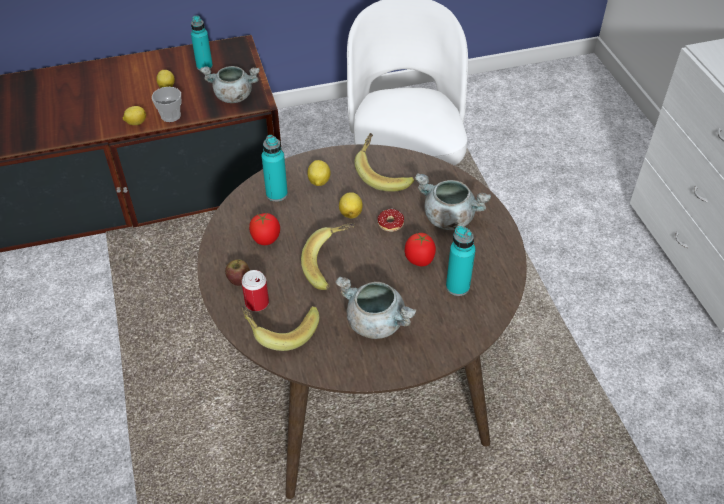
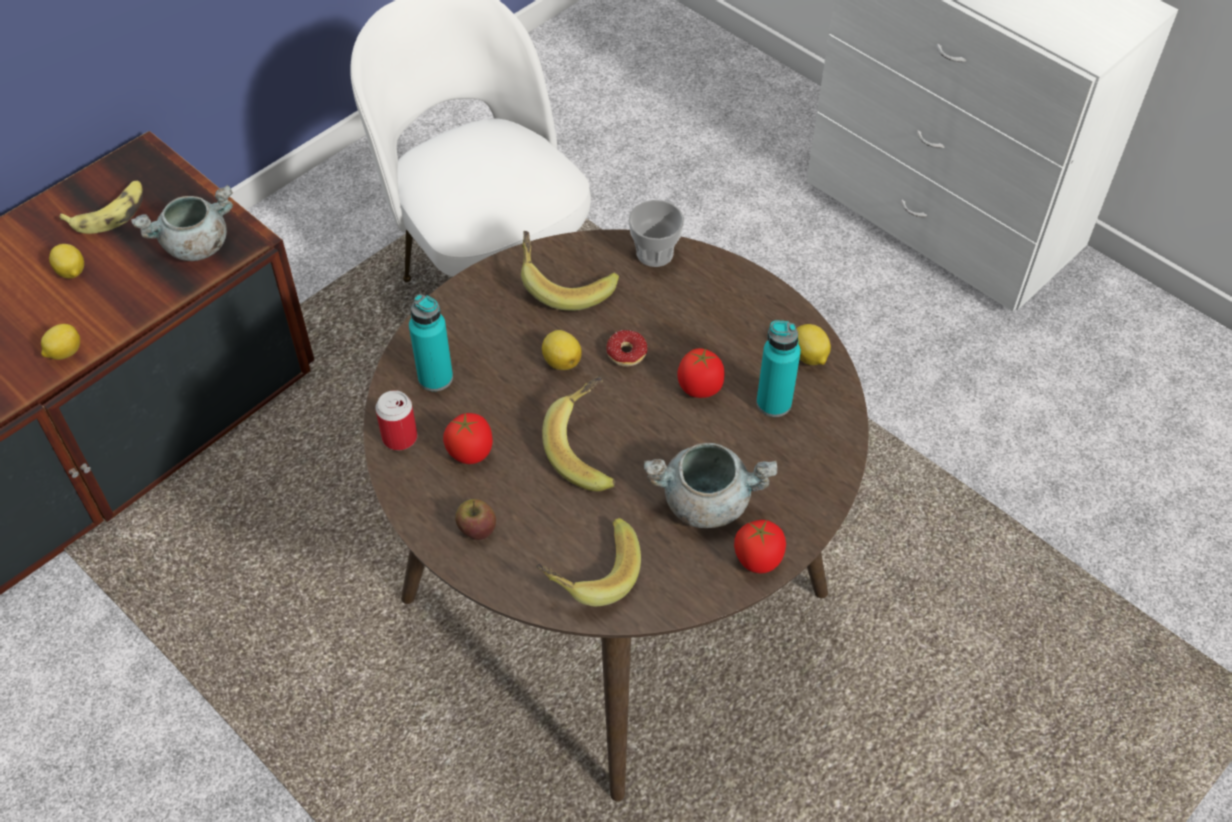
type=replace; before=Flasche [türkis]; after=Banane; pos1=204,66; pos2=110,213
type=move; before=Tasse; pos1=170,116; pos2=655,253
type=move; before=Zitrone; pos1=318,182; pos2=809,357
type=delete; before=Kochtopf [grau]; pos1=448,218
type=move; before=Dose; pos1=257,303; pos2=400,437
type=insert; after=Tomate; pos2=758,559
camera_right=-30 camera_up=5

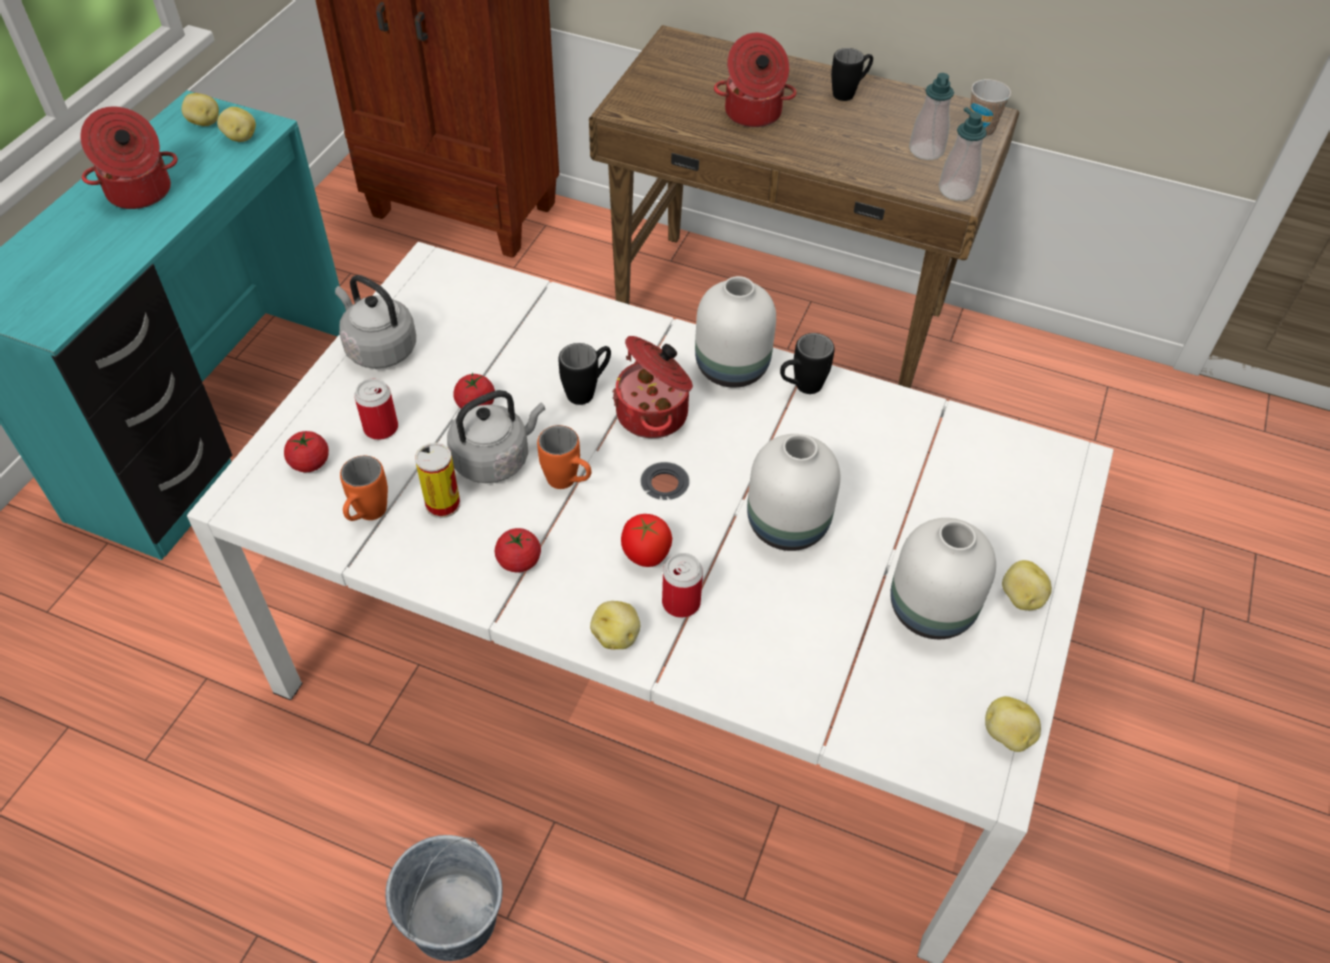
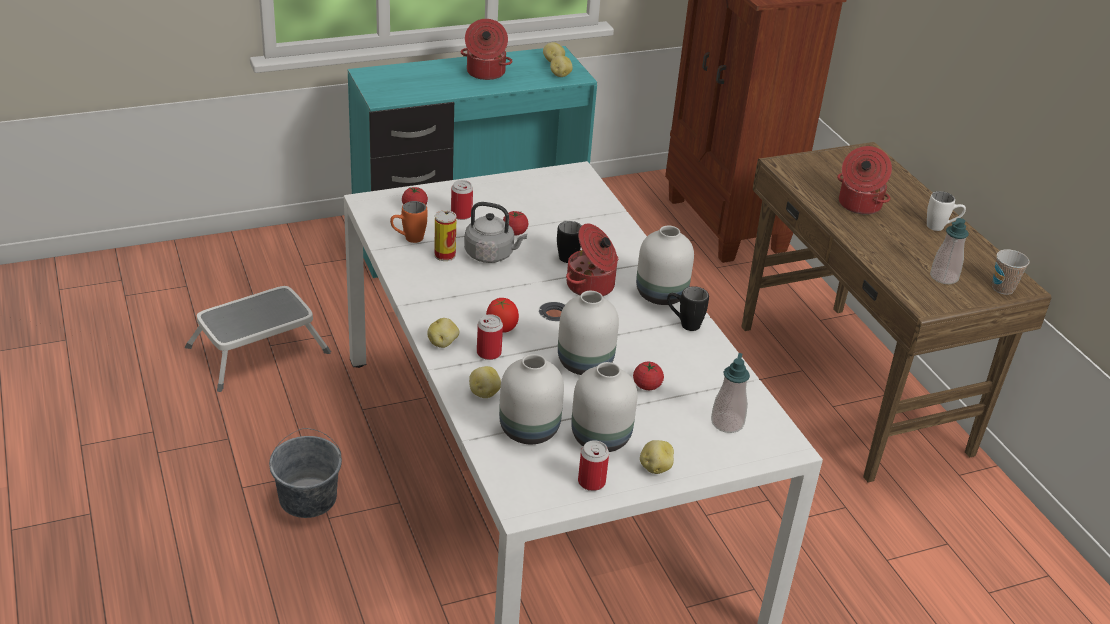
type=recolor; before=Henkelbecher [schwarz]; after=Henkelbecher [weiß]; pos1=849,93; pos2=941,227
type=move; before=Seifenspender; pos1=956,190; pos2=727,423
type=delete; before=Wasserkessel [grau]; pos1=378,348
type=delete; before=Henkelbecher [orange]; pos1=568,483
type=move; before=Tomate; pos1=519,561; pos2=647,386
type=move; before=Kartoffel; pos1=1007,735; pos2=483,393
type=insert; after=Trittleiter [grau]; pos2=257,349
type=insert; after=Vase [weiß]; pos2=531,430
type=insert; after=Dose; pos2=591,482
camera_right=45 camera_up=-15

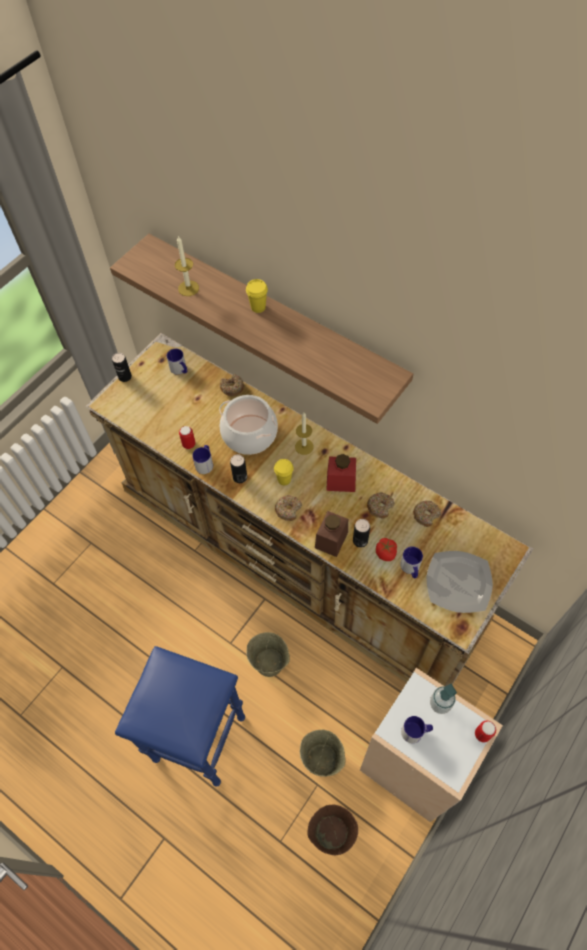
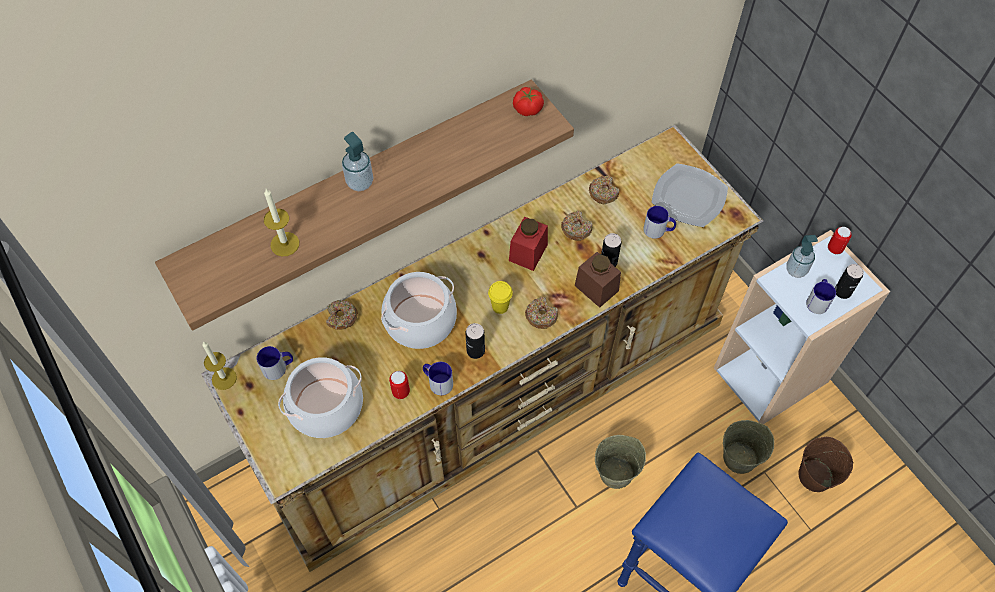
type=replace; before=Tasse [gelb]; after=Seifenspender; pos1=258,307; pos2=360,182
type=move; before=Dose; pos1=125,377; pos2=842,291
type=move; before=Kerze; pos1=304,446; pos2=224,378
type=move; before=Tomate; pos1=385,553; pos2=527,109
type=insert; after=Kochtopf; pos2=326,406
camera_right=-70 camera_up=0

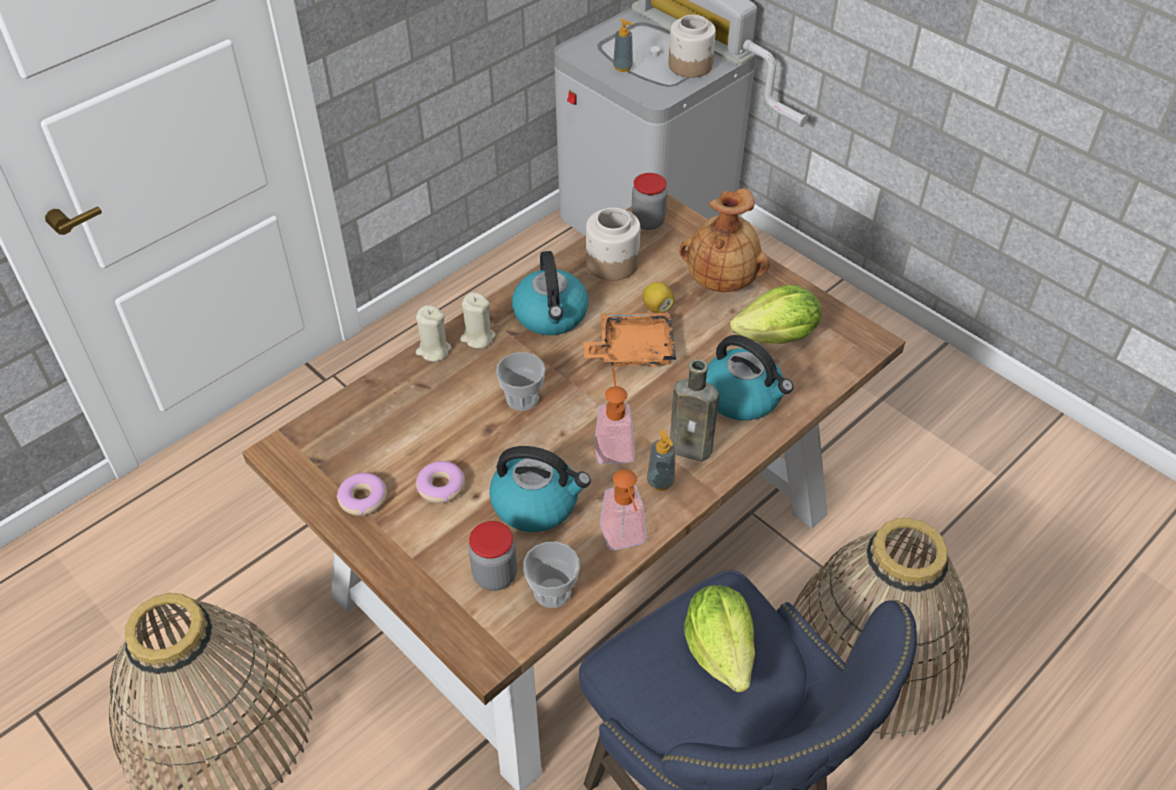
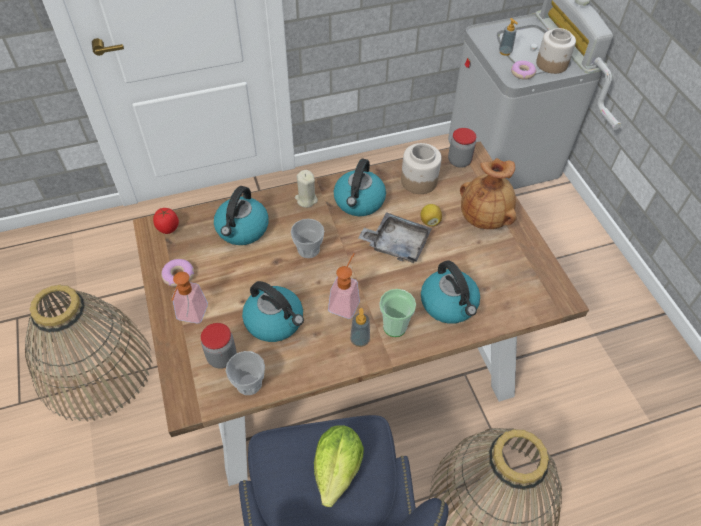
type=delete; before=Salatkopf; pos1=777,337
type=delete; before=Kerze [beige]; pos1=433,350
type=recolor; before=Tablett [orange]; after=Tablett [grau]; pos1=632,350; pos2=396,244
type=replace; before=Flasche [braun]; after=Tasse; pos1=693,449; pos2=394,327
type=move; before=Donut; pos1=441,486; pos2=522,73
type=move; before=Seifenspender; pos1=625,540; pos2=190,317
type=insert; after=Wasserkessel; pos2=242,229
type=insert; after=Tomate; pos2=168,228
camera_right=25 camera_up=5

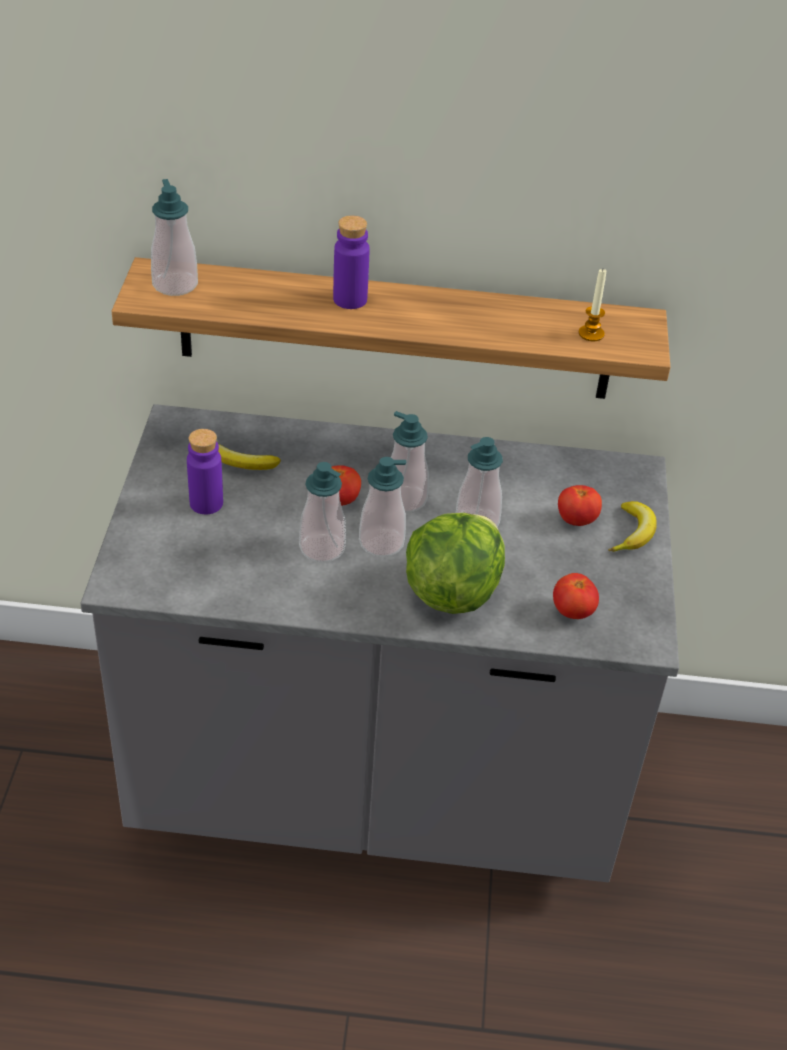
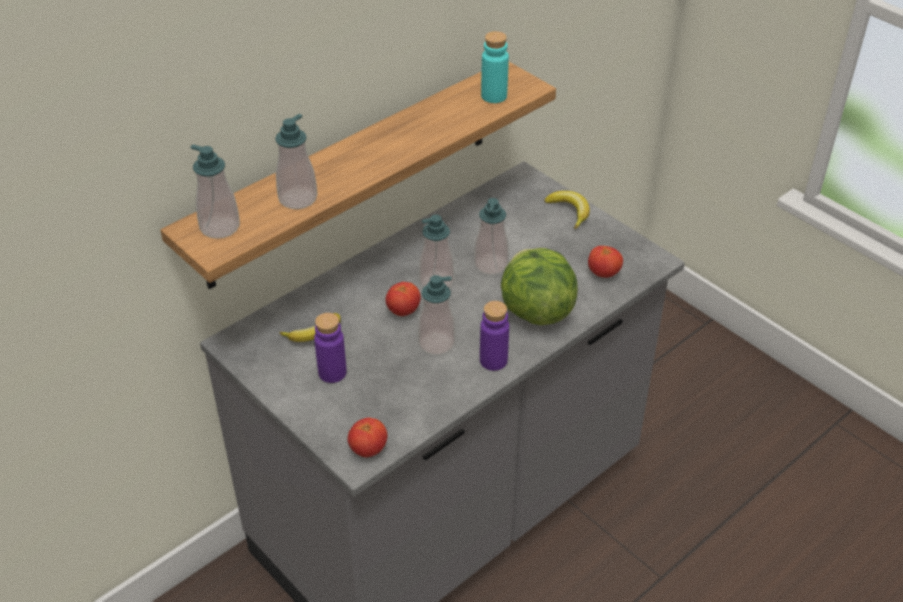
type=move; before=Flasche [lila]; pos1=350,299; pos2=493,360
type=replace; before=Kerze; after=Flasche [türkis]; pos1=591,334; pos2=494,96
type=move; before=Seifenspender; pos1=381,542; pos2=298,198
type=move; before=Tomate; pos1=576,520; pos2=368,449
camera_right=-45 camera_up=0

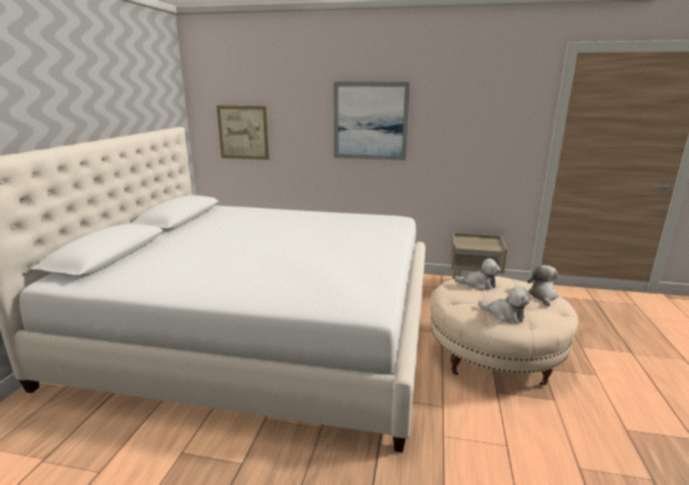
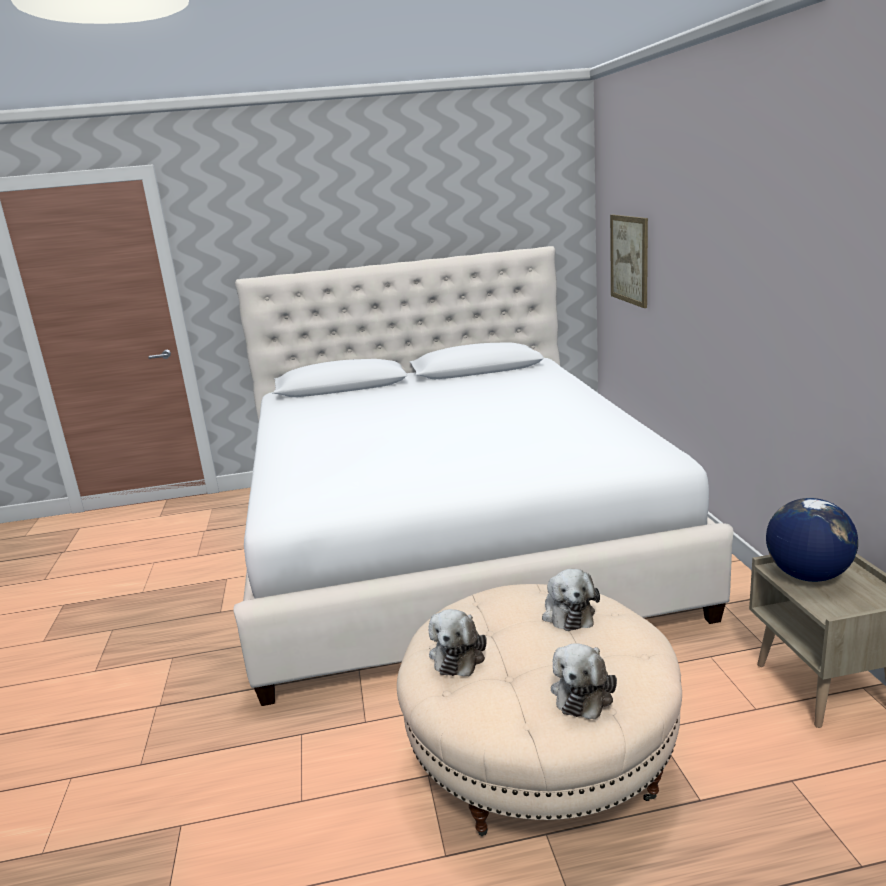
type=delete; before=Bild; pos1=370,121
type=rotate; before=Plüschtier; pos1=543,296; pos2=583,693; turn=120
type=insert; after=Globus; pos2=807,575
camera_right=70 camera_up=0

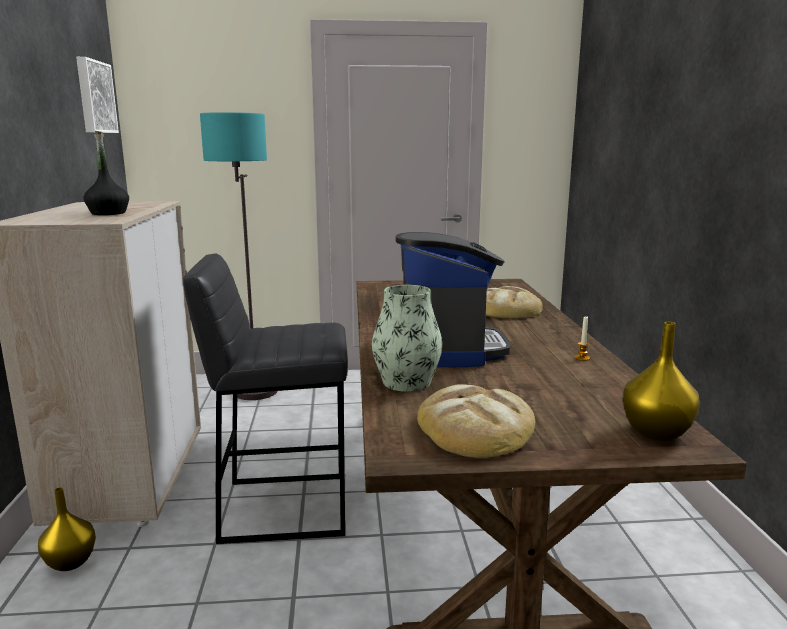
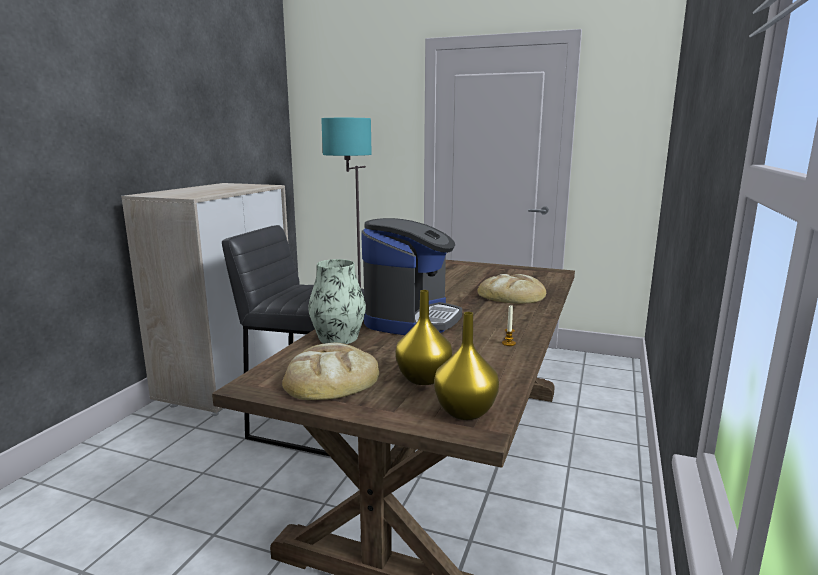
type=delete; before=Bild; pos1=94,97
type=delete; before=Flasche [schwarz]; pos1=108,213
type=move; before=Vase [gelb]; pos1=69,563; pos2=422,379
camera_right=25 camera_up=0

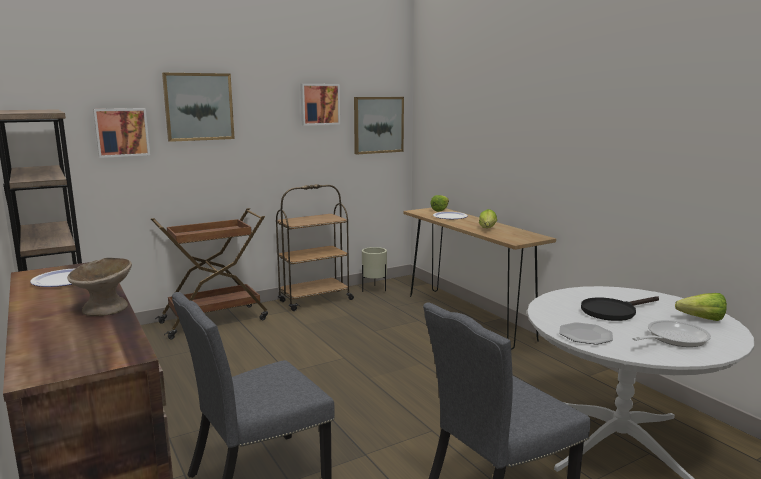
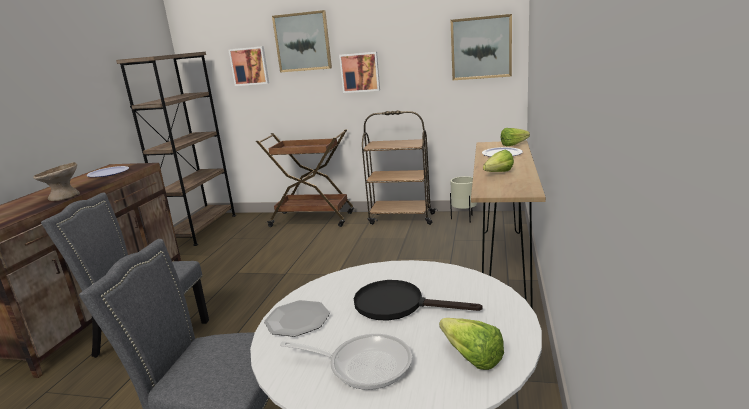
type=move; before=Bild; pos1=319,104; pos2=360,72
camera_right=45 camera_up=5

